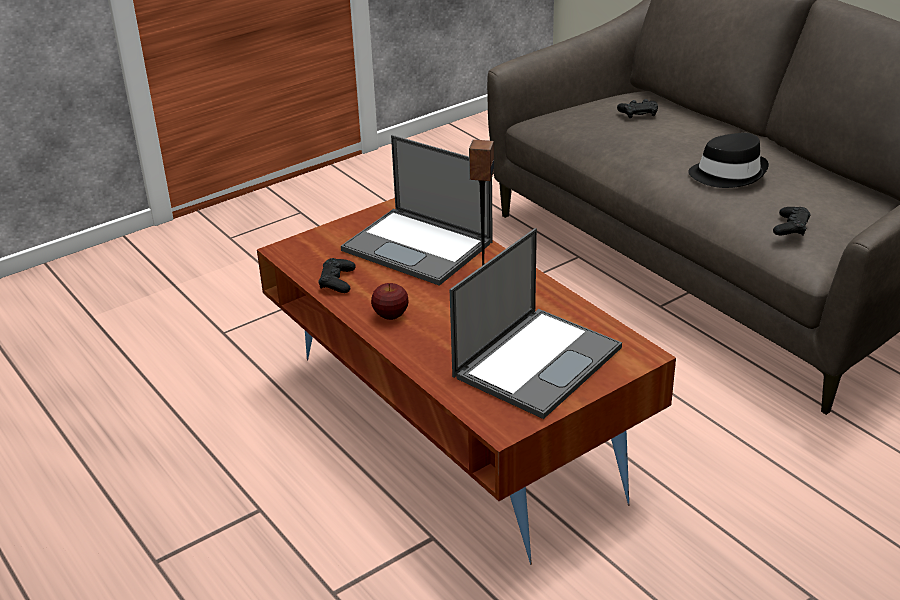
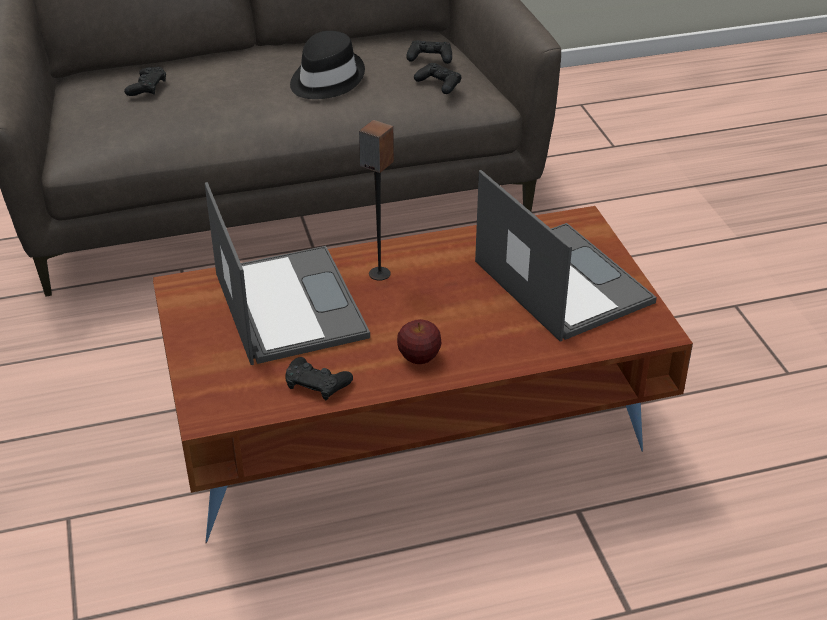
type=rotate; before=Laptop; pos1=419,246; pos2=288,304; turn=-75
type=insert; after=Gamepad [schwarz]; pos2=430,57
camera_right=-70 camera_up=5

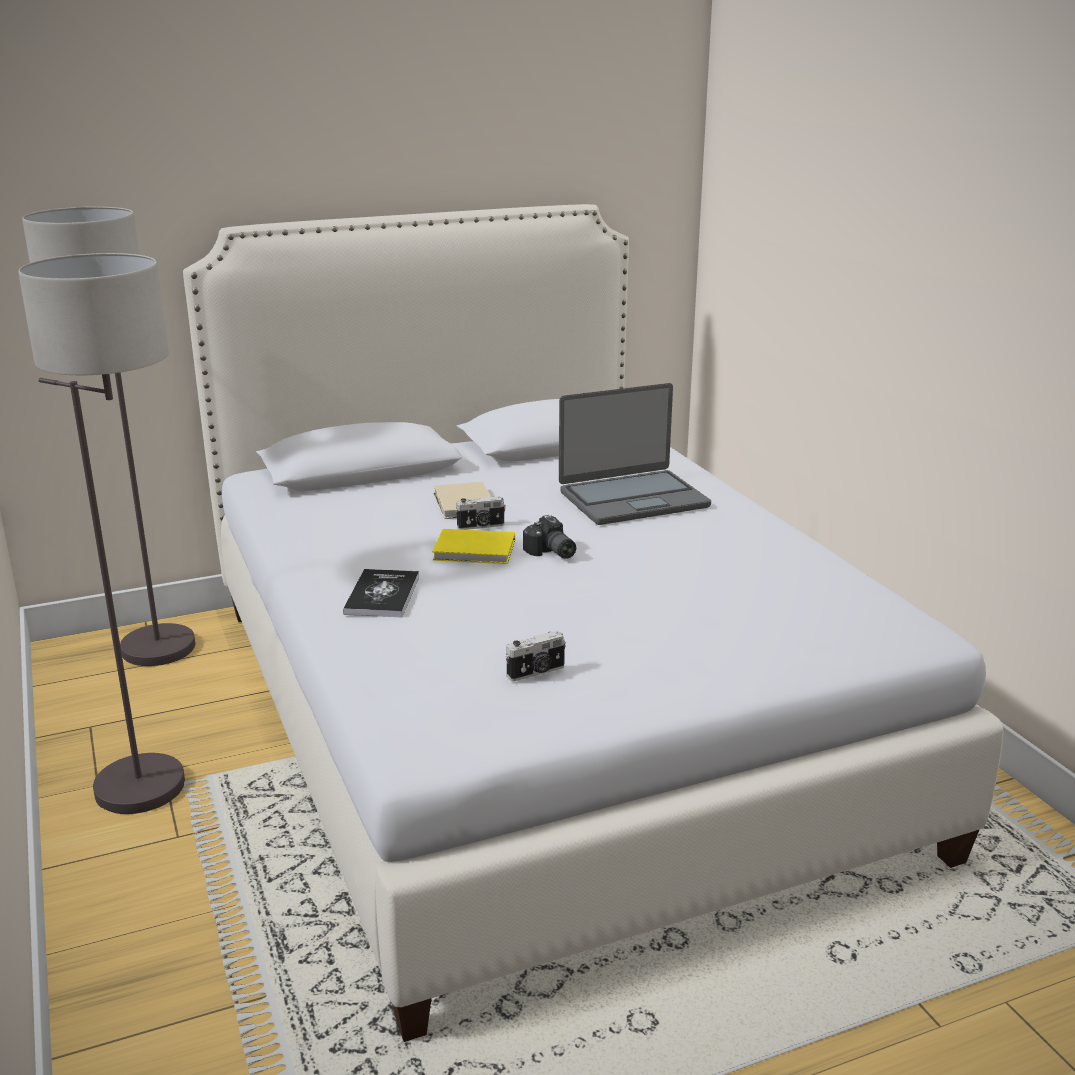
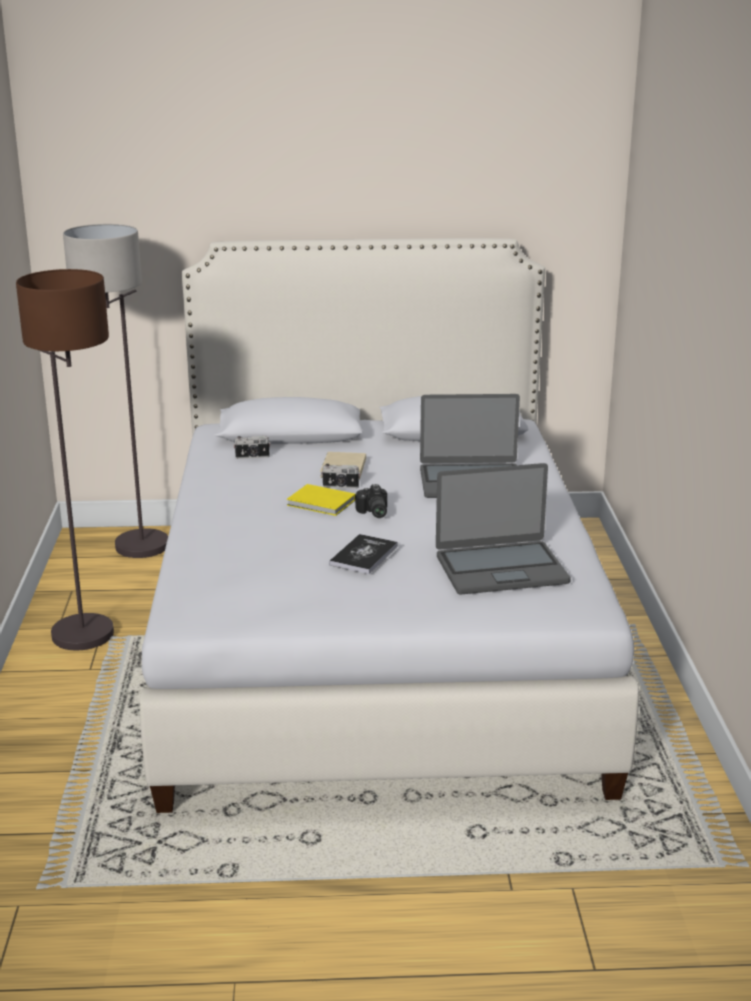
type=recolor; before=Stehlampe [grau]; after=Stehlampe [braun]; pos1=160,794; pos2=93,641
type=move; before=Buch; pos1=382,595; pos2=364,555
type=move; before=Kamera; pos1=537,672; pos2=252,457
type=insert; after=Laptop; pos2=500,569
camera_right=20 camera_up=0

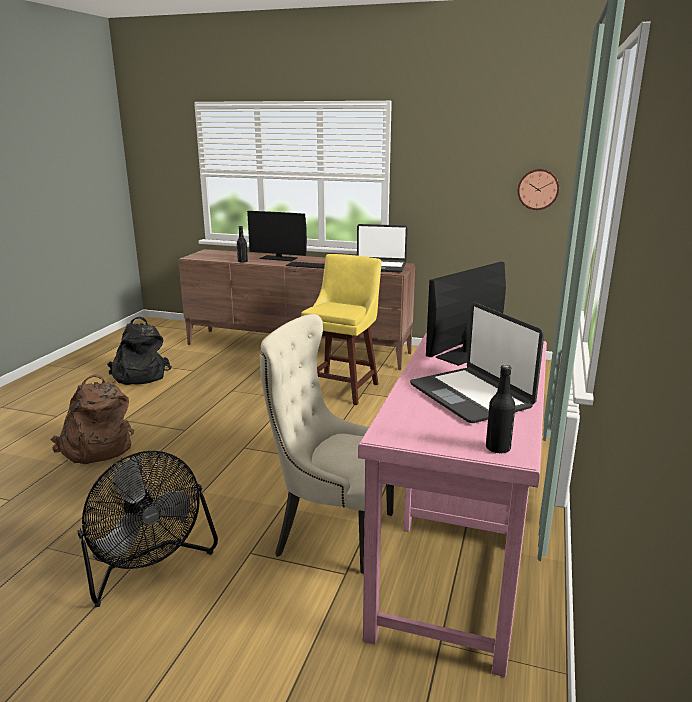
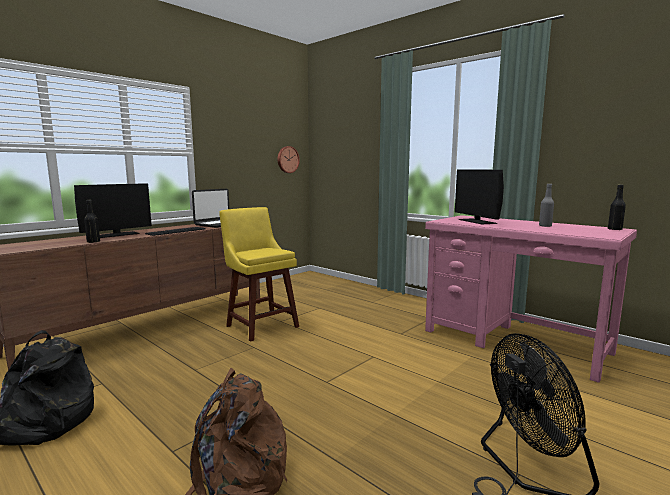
type=replace; before=Laptop; after=Flasche [grau]; pos1=471,396; pos2=545,226
type=delete; before=Stuhl [beige]; pos1=332,532
camera_right=-65 camera_up=-10

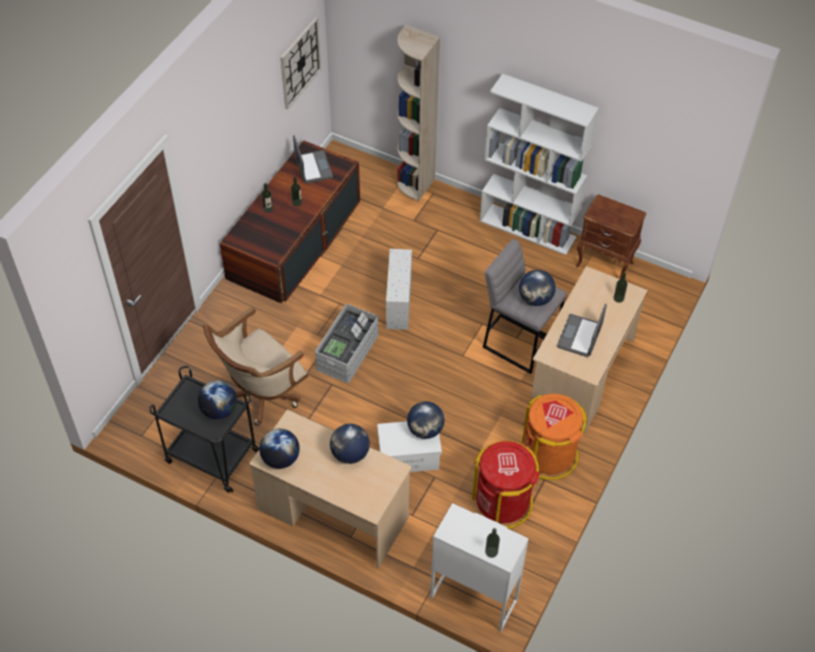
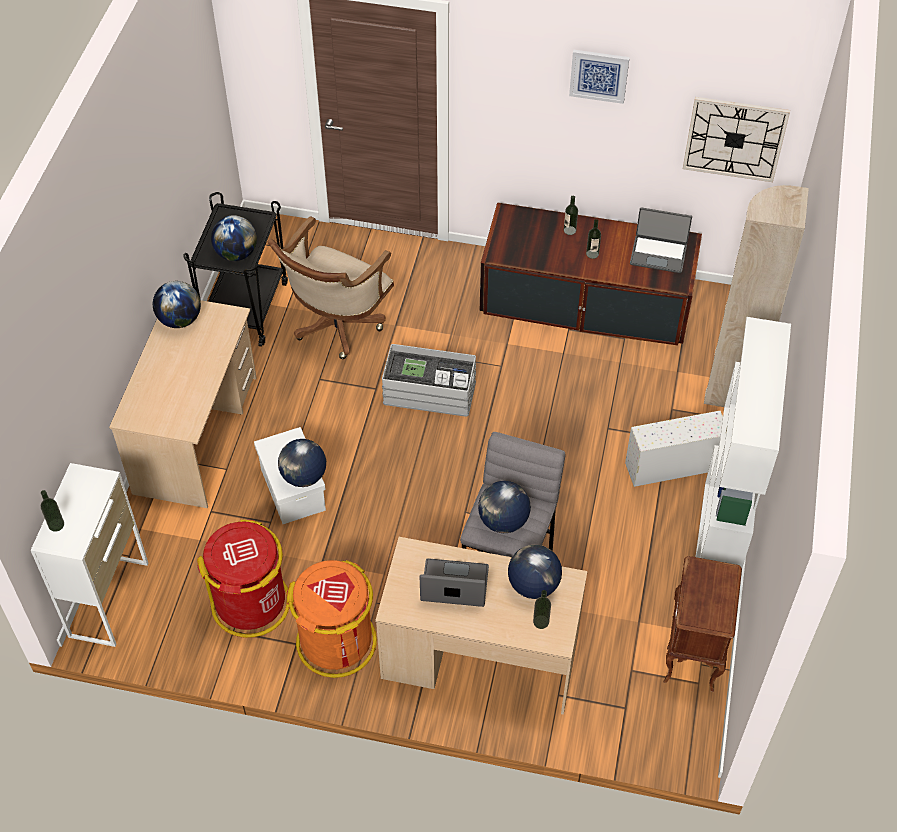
type=rotate; before=Laptop; pos1=312,167; pos2=658,254; turn=45
type=move; before=Aufbewahrungsbox [weiß]; pos1=399,303; pos2=671,466
type=rotate; before=Bürostuhl; pos1=261,397; pos2=336,329; turn=-90
type=move; before=Globus; pos1=350,454; pos2=533,585
type=insert; after=Bild; pos2=599,75
camera_right=75 camera_up=0

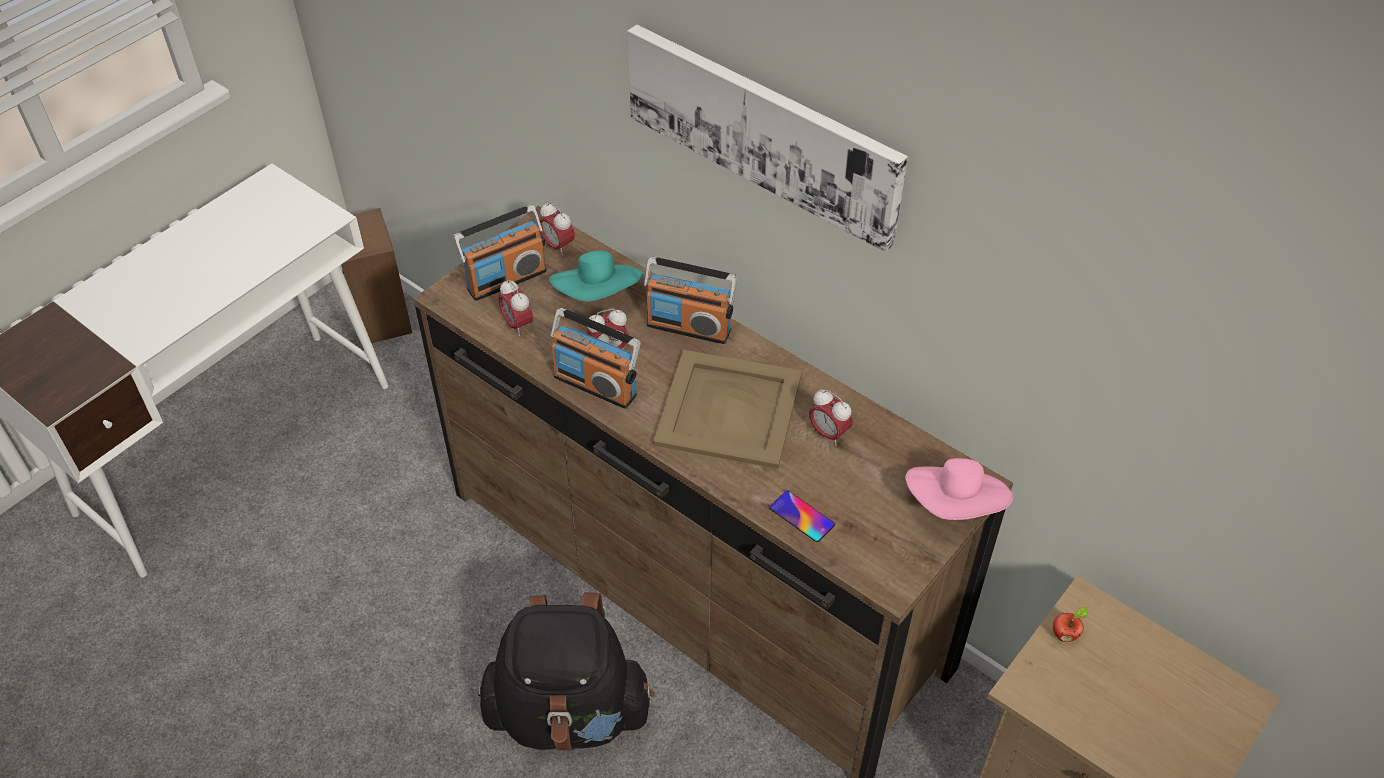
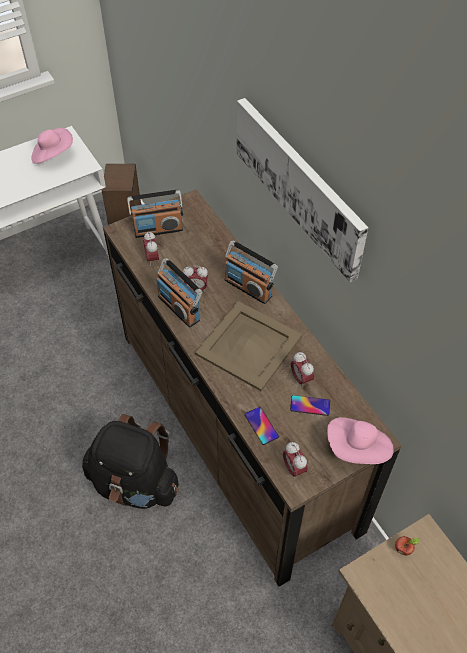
type=move; before=Wecker; pos1=558,246; pos2=293,468
type=delete; before=Hut [türkis]; pos1=598,296
type=insert; after=Hut [rosa]; pos2=53,155
type=insert; after=Handy; pos2=310,405
camera_right=20 camera_up=5

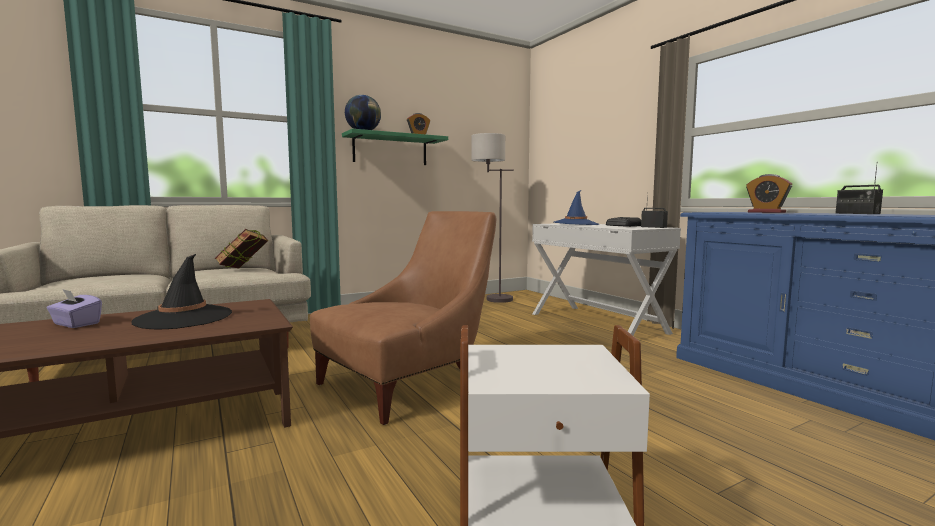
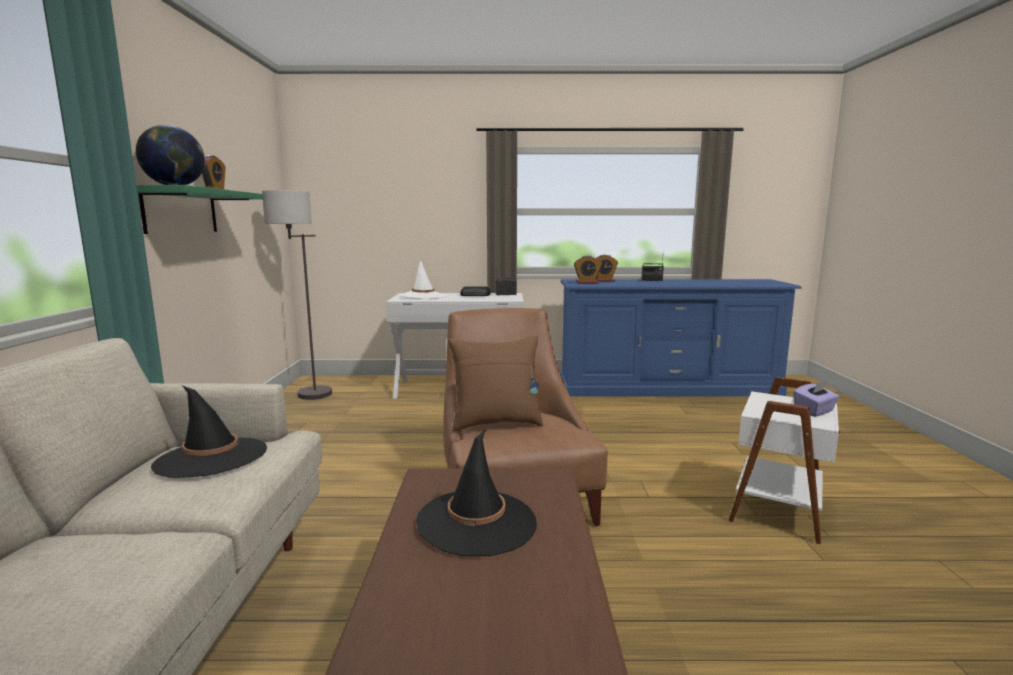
type=recolor; before=Hut [blau]; after=Hut [weiß]; pos1=576,224; pos2=423,296
type=replace; before=Buch; after=Hut [schwarz]; pos1=243,270; pos2=211,458
type=move; before=Taschentuchbox [lila]; pos1=76,324; pos2=814,411
type=insert; after=Wecker; pos2=587,283
type=insert; after=Kissen [braun]; pos2=496,424
camera_right=-60 camera_up=5

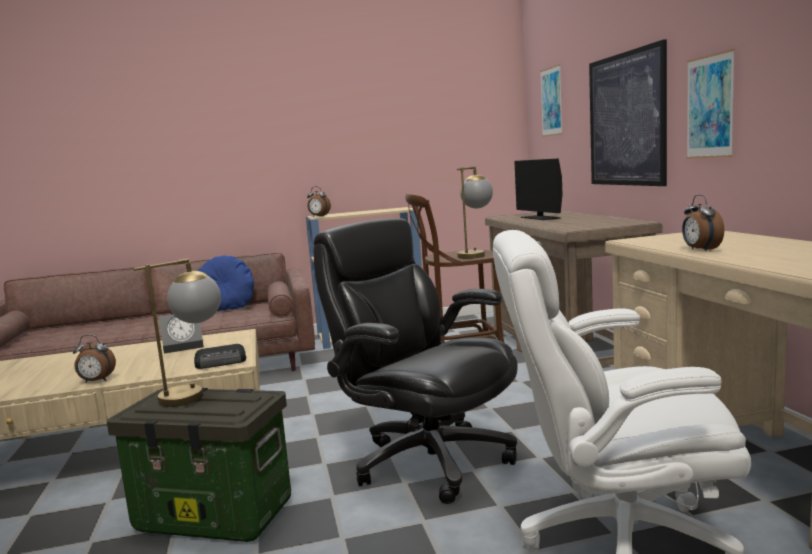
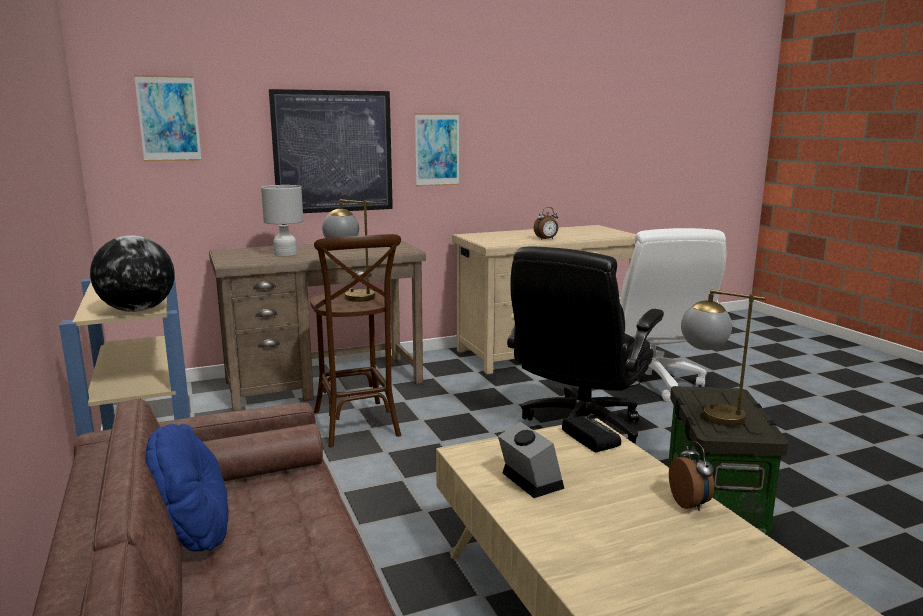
type=replace; before=Monitor; after=Tischlampe [grau]; pos1=540,218; pos2=286,254
type=replace; before=Wecker; after=Globus; pos1=319,216; pos2=137,310
camera_right=-100 camera_up=5

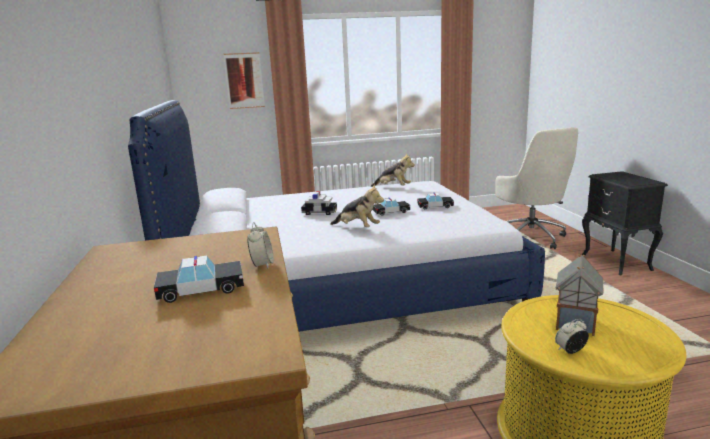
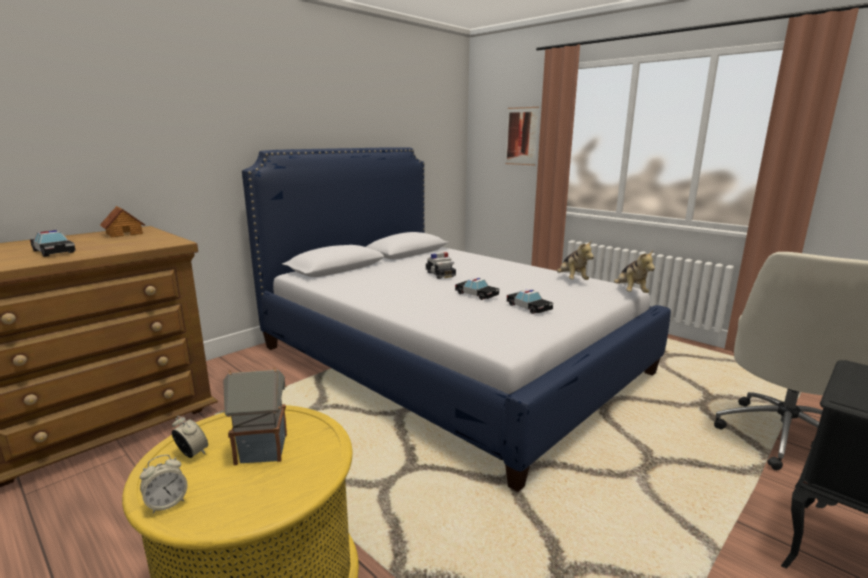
type=move; before=Plüschtier; pos1=357,228; pos2=630,292
type=move; before=Wecker; pos1=262,265; pos2=167,503
type=insert; after=Spielzeughaus; pos2=124,233
camera_right=55 camera_up=0

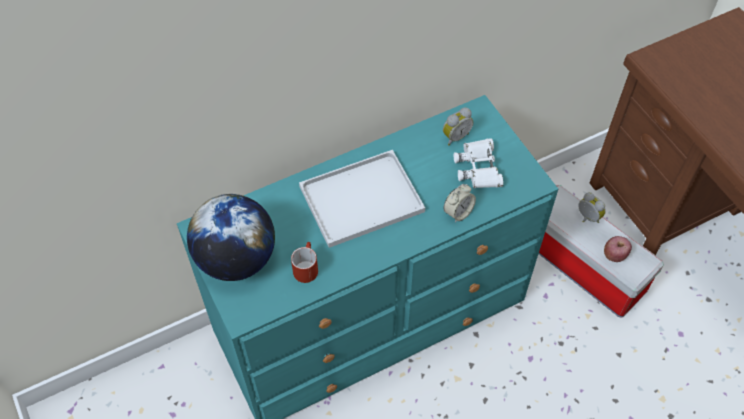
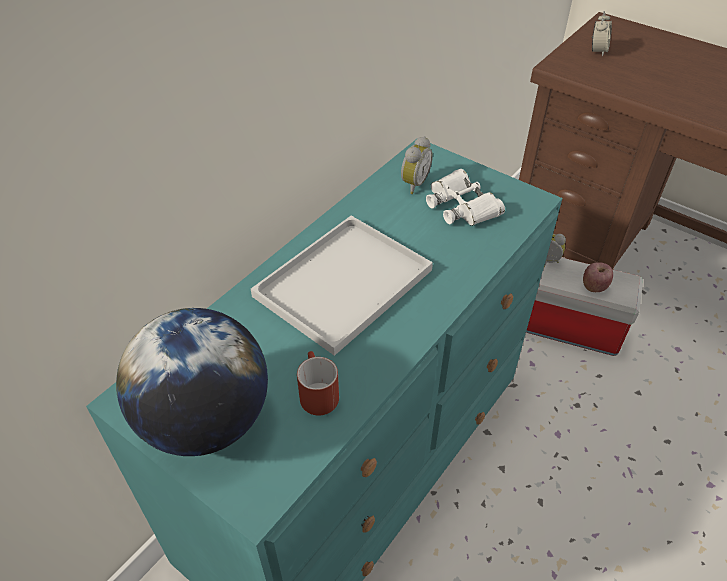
type=move; before=Wecker; pos1=458,212; pos2=597,51
camera_right=-25 camera_up=-10

